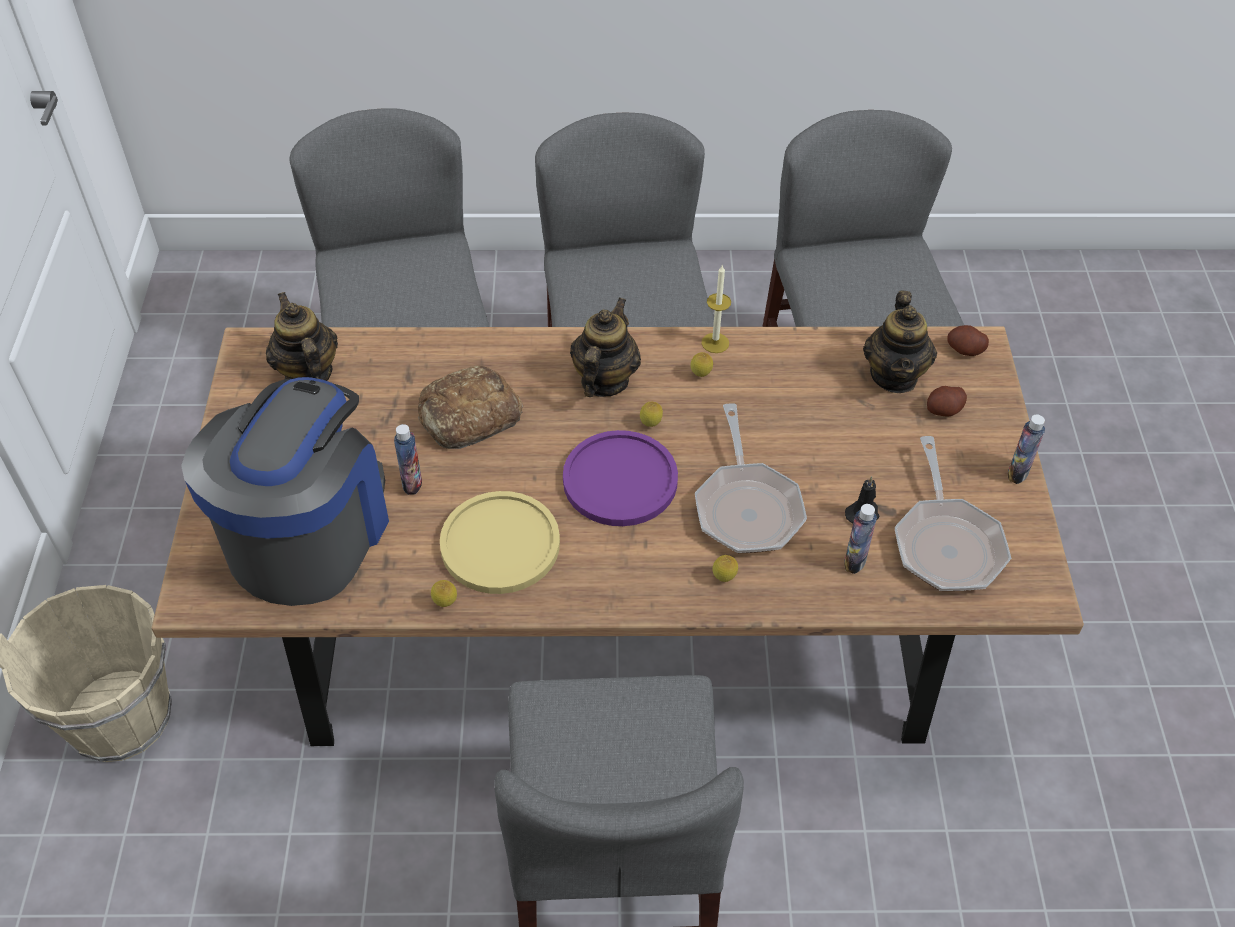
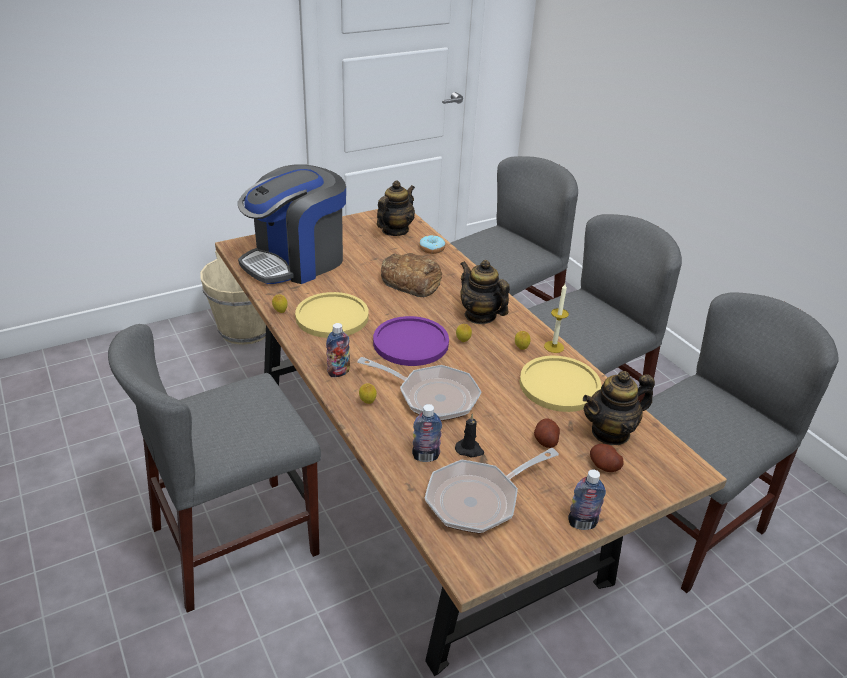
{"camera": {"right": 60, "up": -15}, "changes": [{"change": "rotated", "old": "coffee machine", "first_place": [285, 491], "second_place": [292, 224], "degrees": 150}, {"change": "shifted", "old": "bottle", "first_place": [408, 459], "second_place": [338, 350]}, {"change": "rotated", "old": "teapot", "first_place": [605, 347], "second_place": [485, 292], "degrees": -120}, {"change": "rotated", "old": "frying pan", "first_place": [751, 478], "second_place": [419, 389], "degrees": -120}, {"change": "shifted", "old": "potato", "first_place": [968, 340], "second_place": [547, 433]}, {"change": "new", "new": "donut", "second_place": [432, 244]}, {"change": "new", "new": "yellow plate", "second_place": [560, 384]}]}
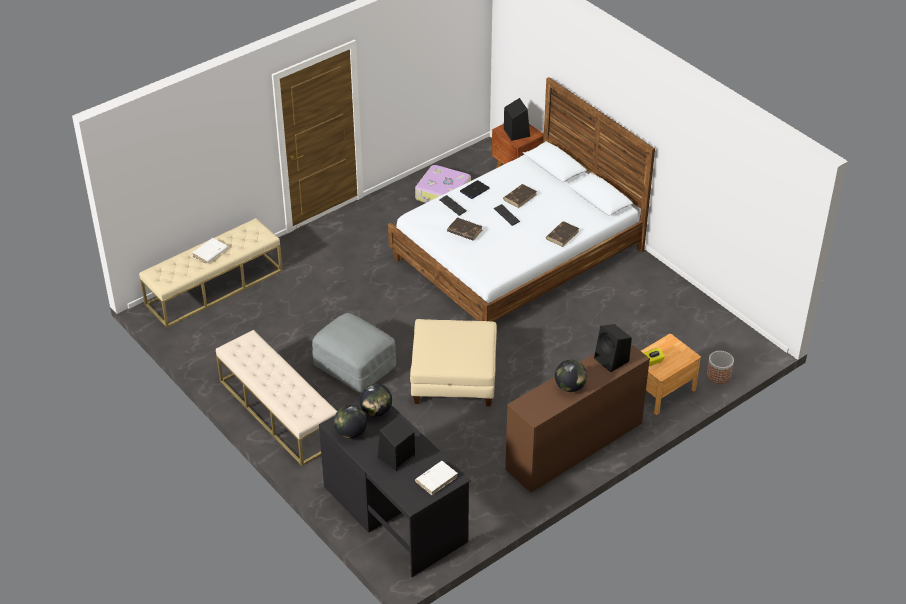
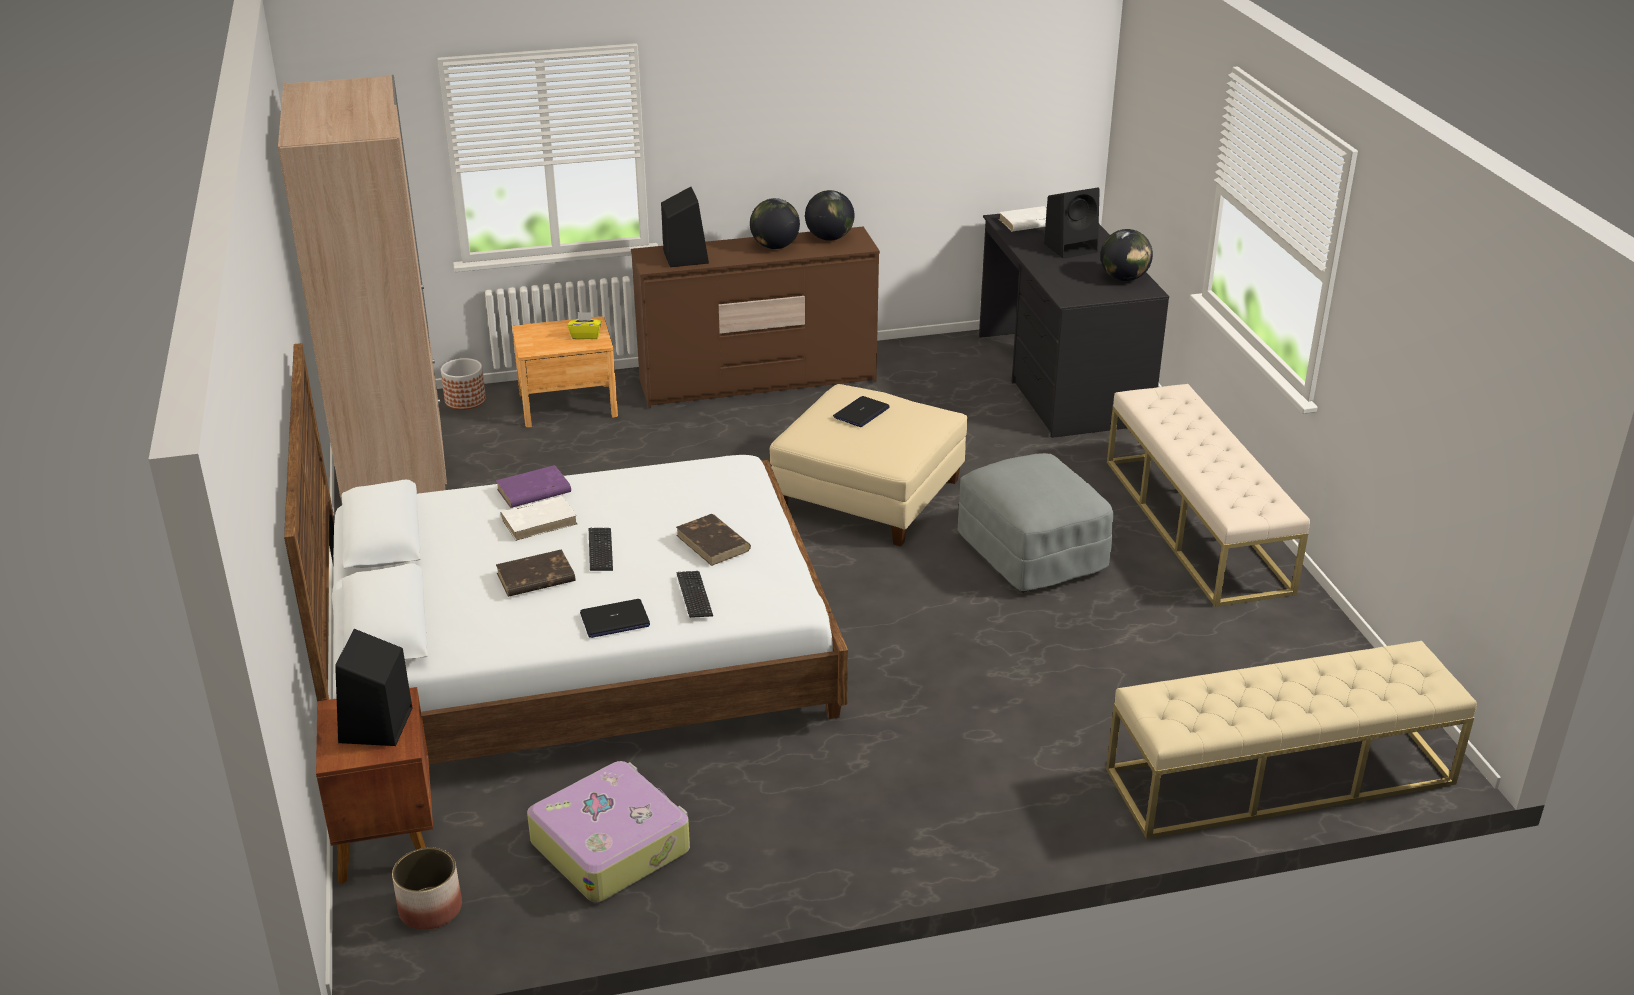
{"camera": {"right": -155, "up": -10}, "changes": [{"change": "shifted", "old": "white book", "first_place": [210, 251], "second_place": [538, 518]}, {"change": "shifted", "old": "globe", "first_place": [375, 400], "second_place": [830, 215]}, {"change": "repainted", "old": "brown book", "new": "purple book", "first_place": [562, 234], "second_place": [533, 486]}, {"change": "new", "new": "beige wardrobe", "second_place": [362, 289]}, {"change": "new", "new": "planter", "second_place": [427, 888]}, {"change": "new", "new": "laptop", "second_place": [861, 411]}]}
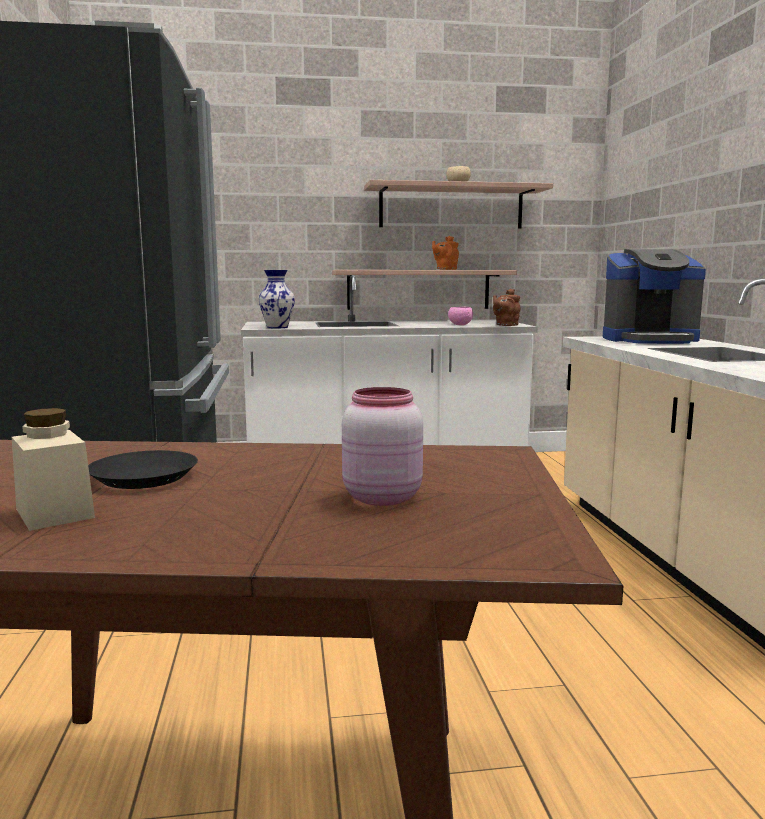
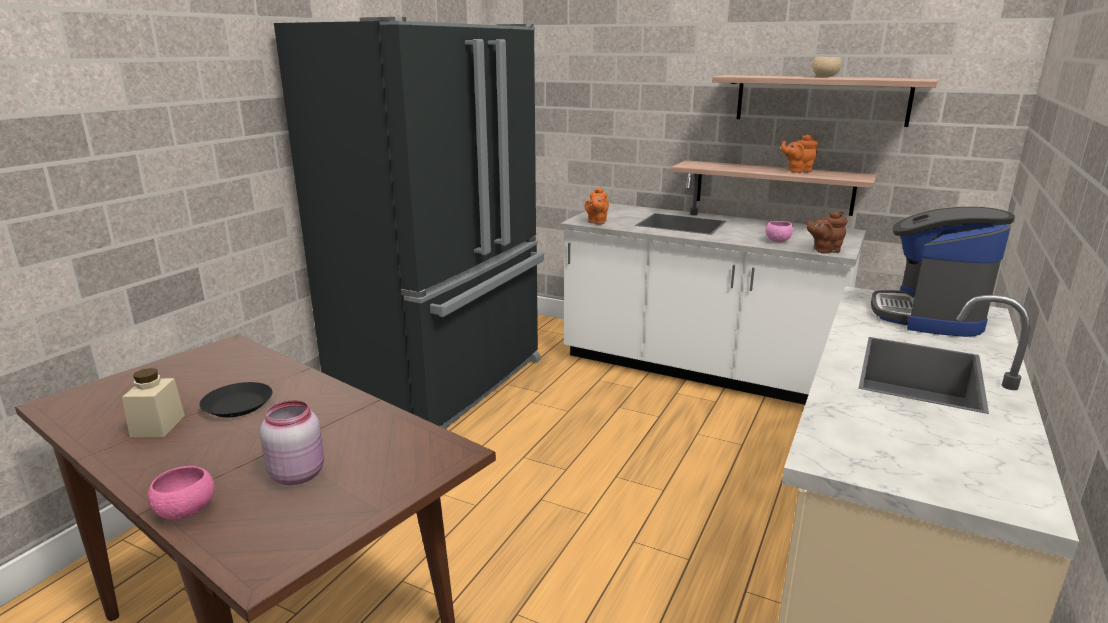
{"camera": {"right": 35, "up": 10}, "changes": [{"change": "swapped", "old": "vase", "new": "orange teapot", "first_place": [276, 299], "second_place": [597, 206]}, {"change": "rotated", "old": "coffee machine", "first_place": [654, 296], "second_place": [943, 272], "degrees": 75}, {"change": "new", "new": "pink bowl", "second_place": [181, 493]}]}
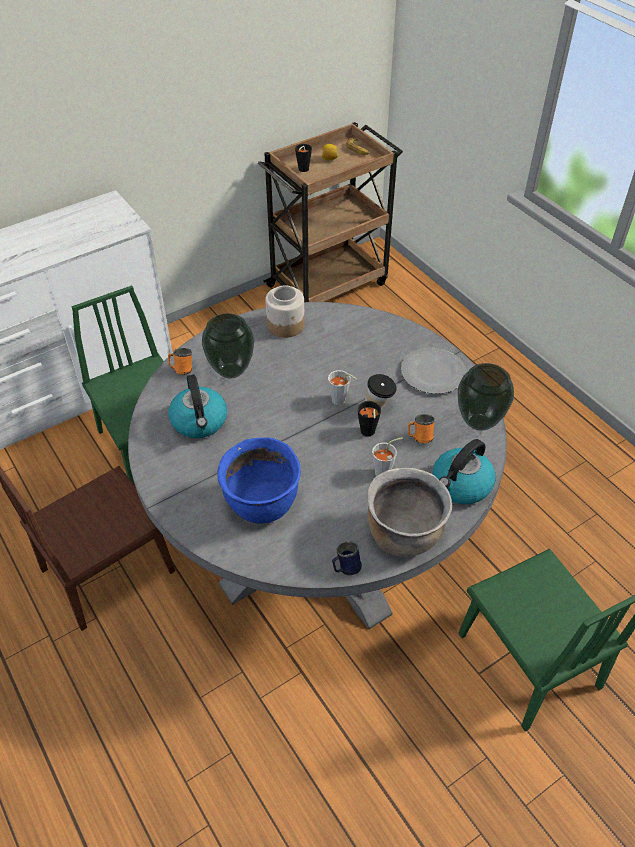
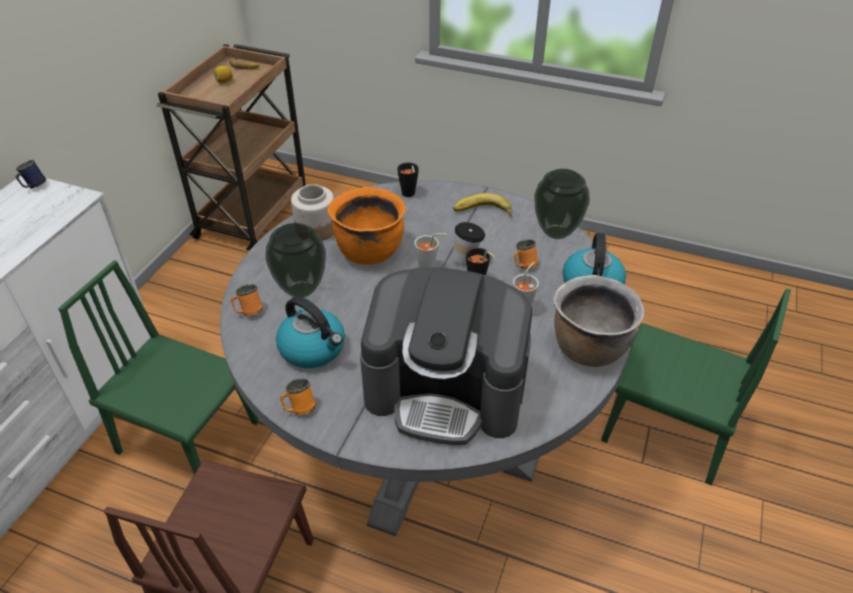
{"camera": {"right": -35, "up": -5}, "changes": [{"change": "swapped", "old": "blue cooking pot", "new": "coffee machine", "first_place": [259, 481], "second_place": [446, 356]}, {"change": "shifted", "old": "black cup", "first_place": [303, 158], "second_place": [408, 179]}, {"change": "shifted", "old": "blue mug", "first_place": [347, 558], "second_place": [30, 174]}, {"change": "swapped", "old": "plate", "new": "banana", "first_place": [433, 371], "second_place": [482, 205]}, {"change": "new", "new": "orange mug", "second_place": [297, 396]}, {"change": "new", "new": "orange cooking pot", "second_place": [366, 226]}]}
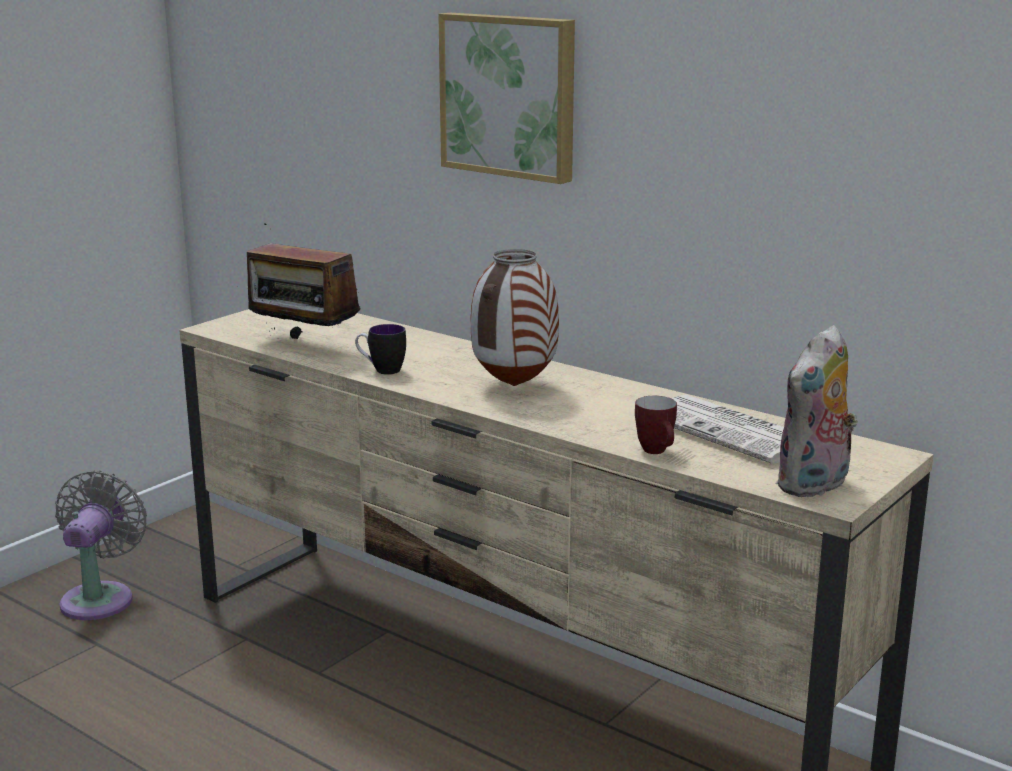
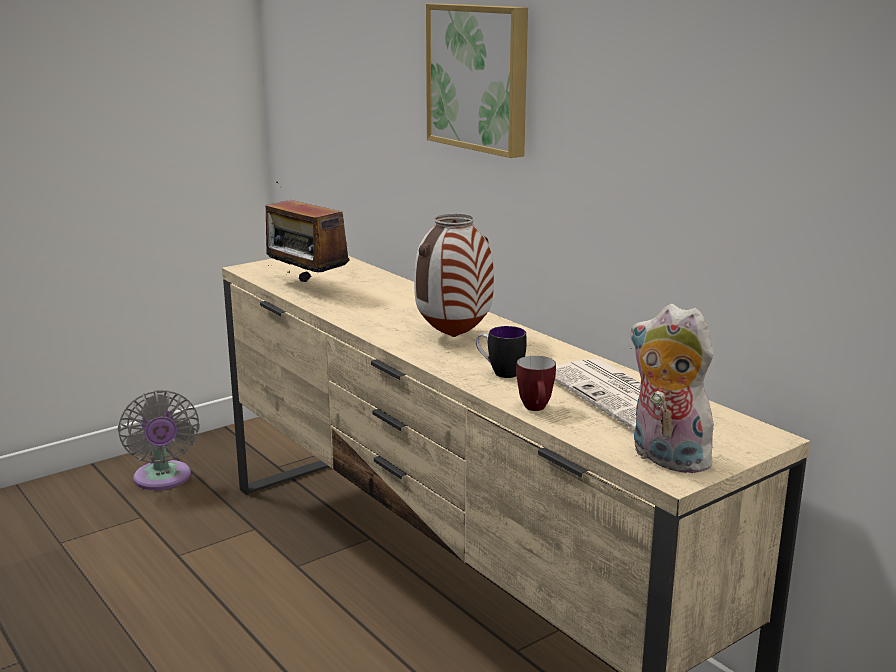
{"camera": {"right": 15, "up": 0}, "changes": [{"change": "rotated", "old": "grey fan", "first_place": [101, 545], "second_place": [159, 440], "degrees": 135}, {"change": "shifted", "old": "mug", "first_place": [380, 349], "second_place": [501, 352]}, {"change": "rotated", "old": "plush toy", "first_place": [816, 411], "second_place": [674, 388], "degrees": 75}]}
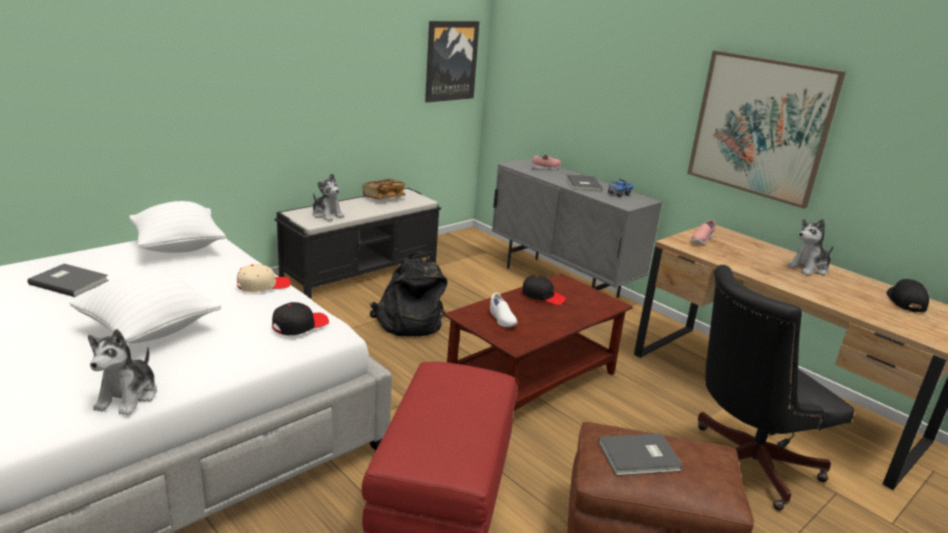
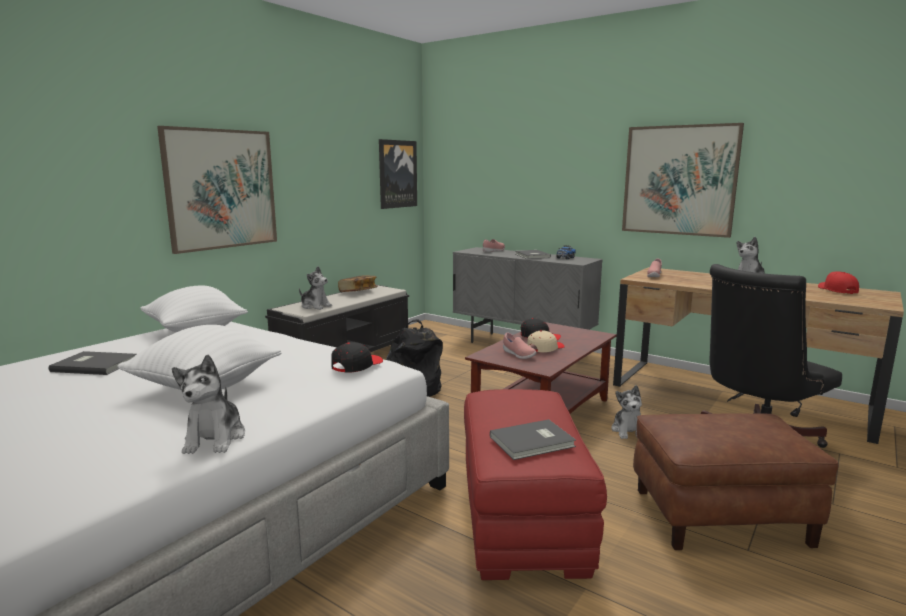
{"camera": {"right": -10, "up": -10}, "changes": [{"change": "shifted", "old": "beige cap", "first_place": [264, 278], "second_place": [546, 341]}, {"change": "repainted", "old": "white shoe", "new": "pink shoe", "first_place": [504, 310], "second_place": [519, 345]}, {"change": "shifted", "old": "grey book", "first_place": [641, 454], "second_place": [533, 439]}, {"change": "repainted", "old": "black cap", "new": "red cap", "first_place": [908, 295], "second_place": [838, 283]}, {"change": "new", "new": "picture", "second_place": [217, 190]}, {"change": "new", "new": "plush toy", "second_place": [626, 412]}]}
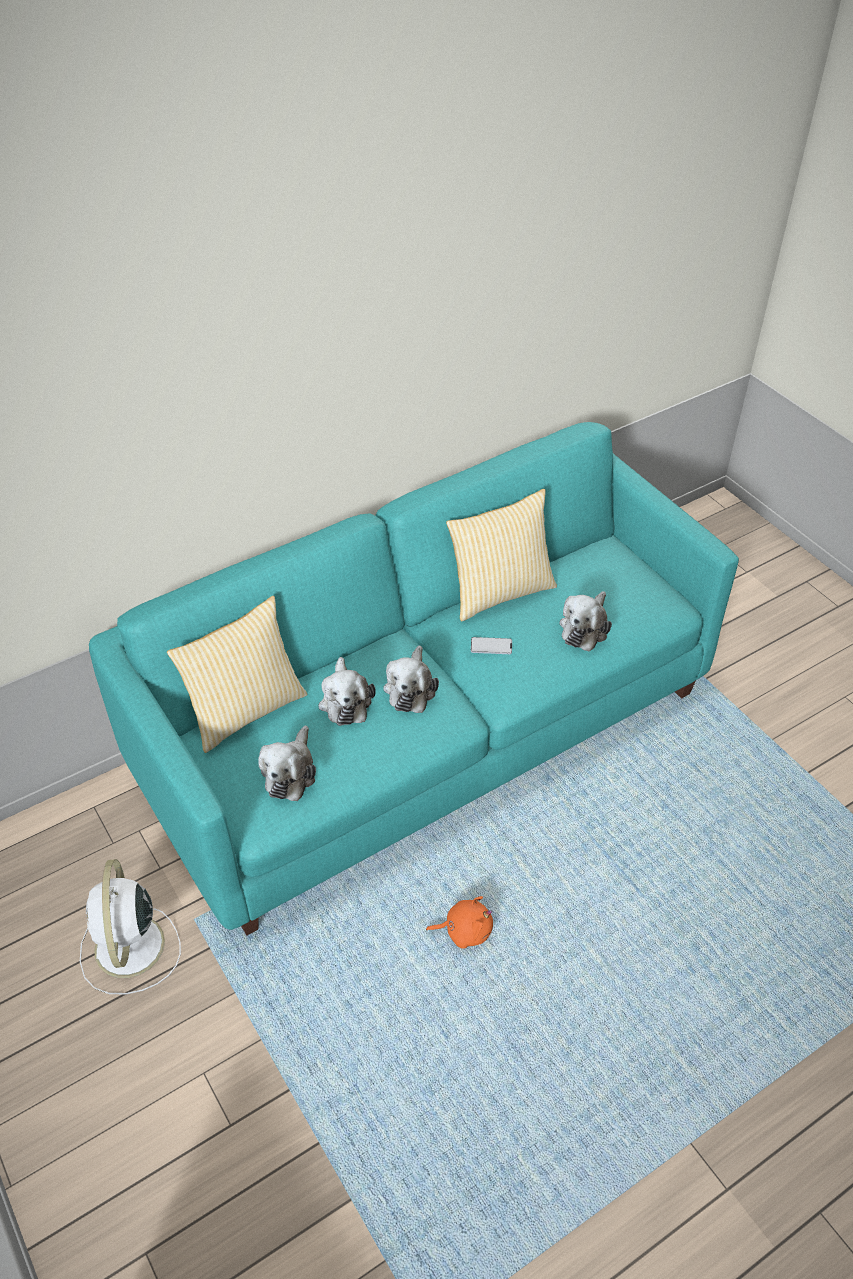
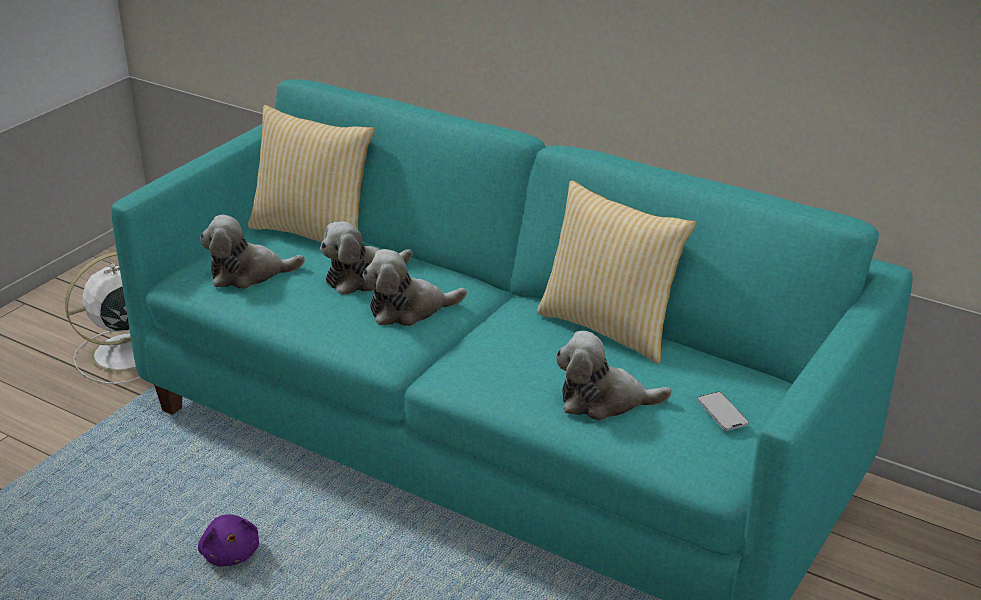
{"camera": {"right": 65, "up": -15}, "changes": [{"change": "repainted", "old": "orange plush toy", "new": "purple plush toy", "first_place": [459, 922], "second_place": [228, 540]}, {"change": "shifted", "old": "phone", "first_place": [491, 645], "second_place": [723, 411]}]}
